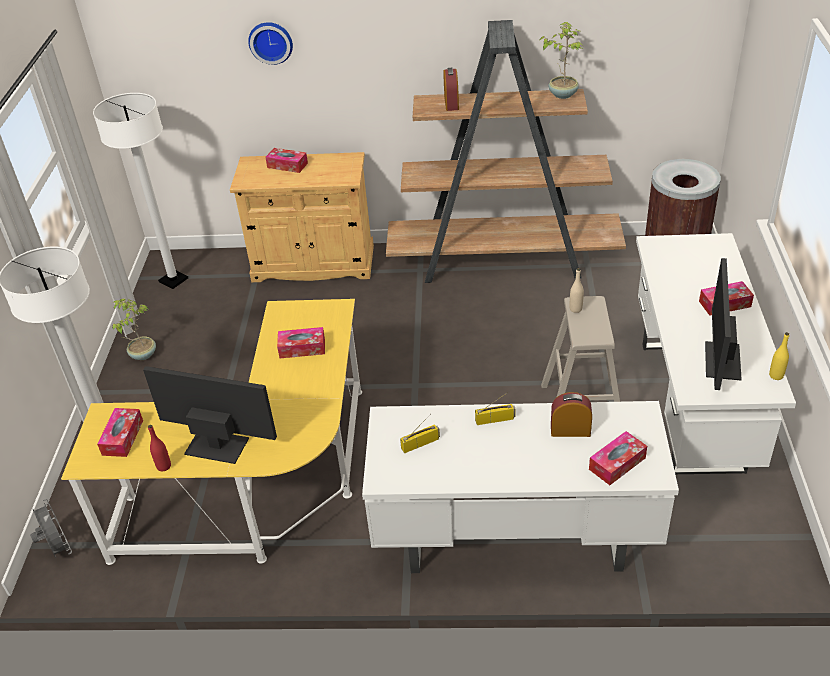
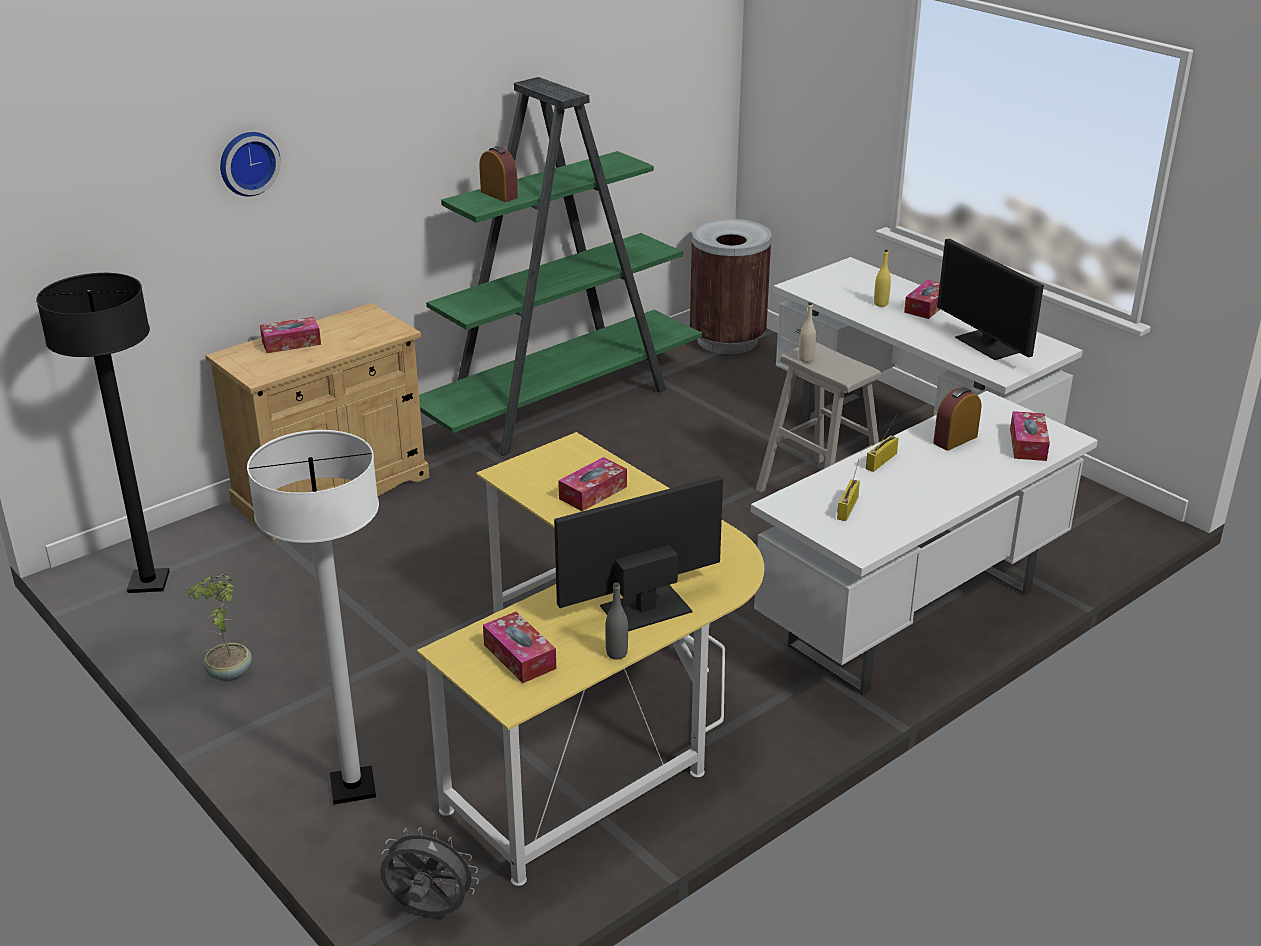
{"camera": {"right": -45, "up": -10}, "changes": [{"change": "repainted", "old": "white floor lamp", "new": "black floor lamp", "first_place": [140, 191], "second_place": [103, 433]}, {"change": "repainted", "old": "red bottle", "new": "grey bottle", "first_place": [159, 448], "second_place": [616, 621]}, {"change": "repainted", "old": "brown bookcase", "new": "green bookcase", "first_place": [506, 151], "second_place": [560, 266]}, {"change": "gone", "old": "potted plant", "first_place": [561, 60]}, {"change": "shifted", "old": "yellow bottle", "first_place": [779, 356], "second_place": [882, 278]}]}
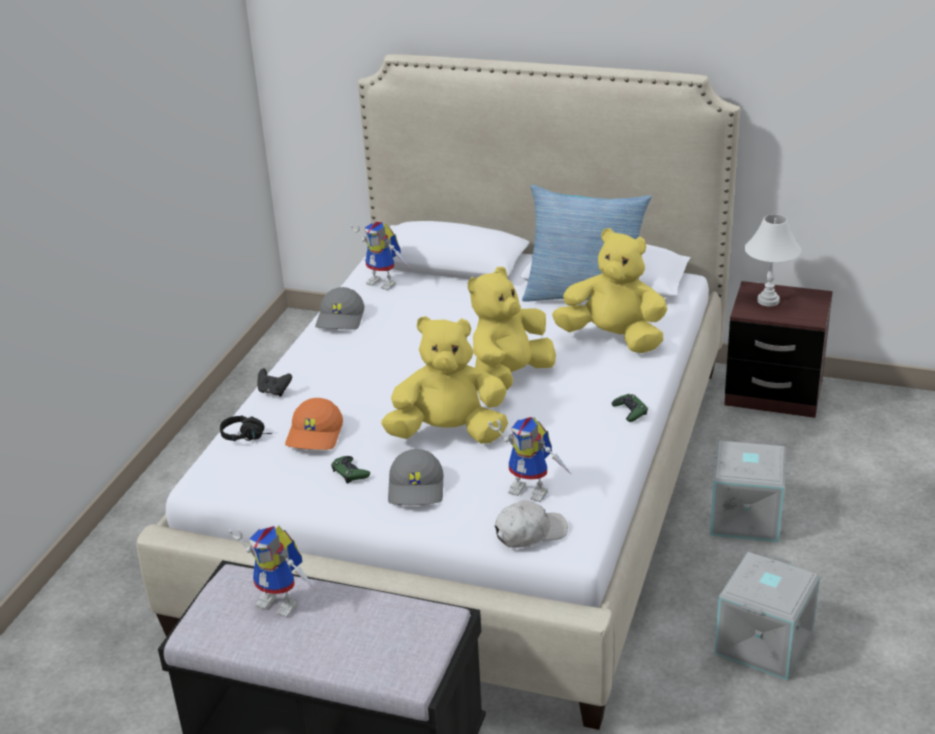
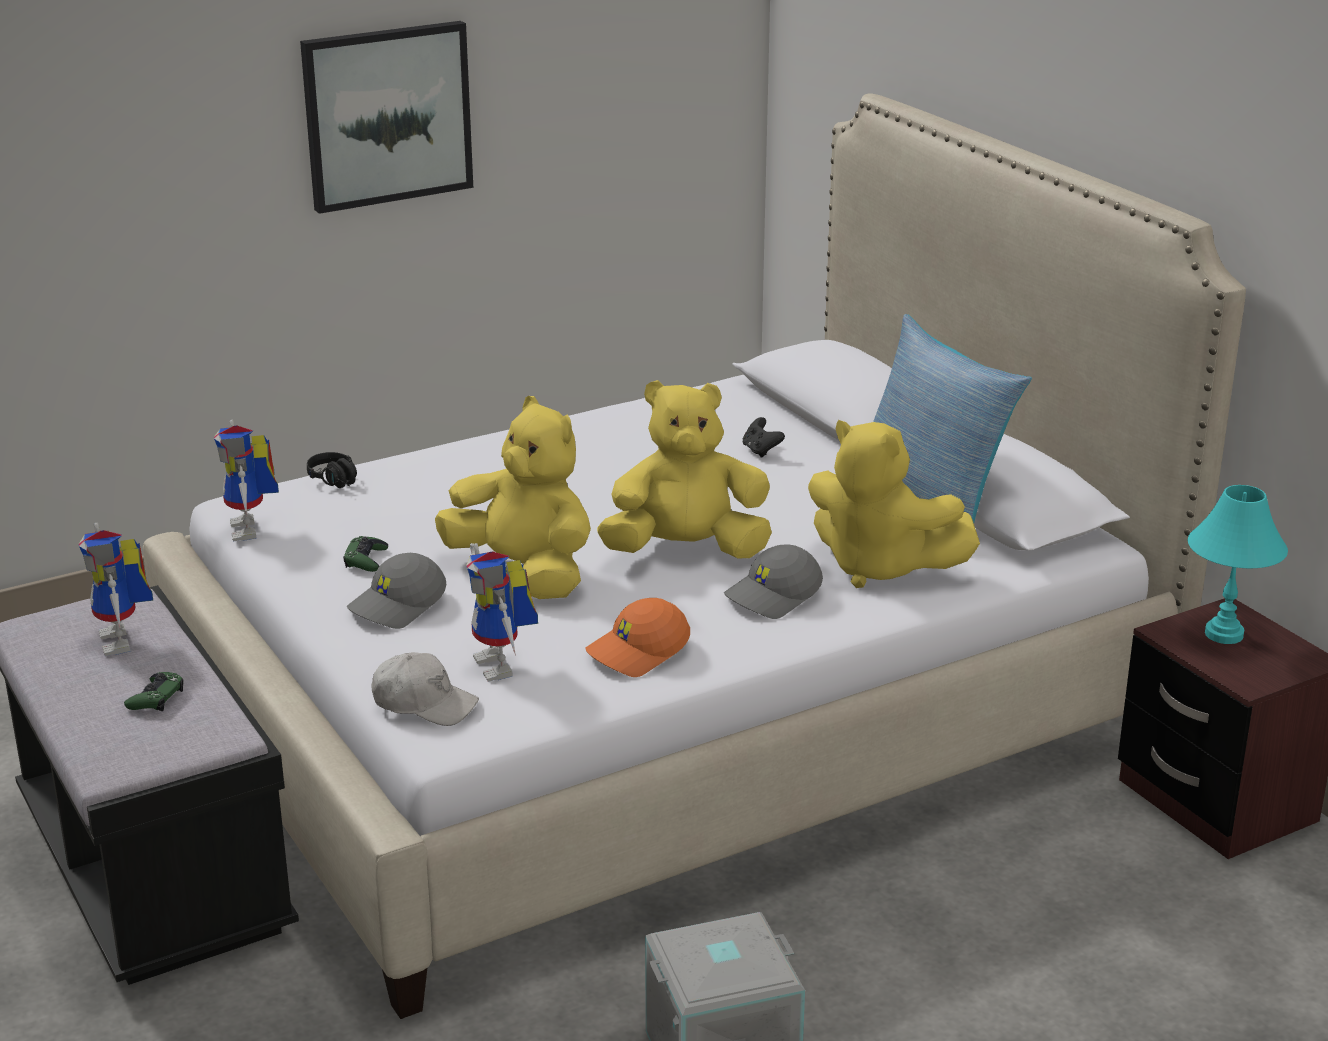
{"camera": {"right": 40, "up": -5}, "changes": [{"change": "shifted", "old": "black game controller", "first_place": [275, 382], "second_place": [763, 437]}, {"change": "shifted", "old": "orange cap", "first_place": [314, 424], "second_place": [637, 637]}, {"change": "shifted", "old": "grey cap", "first_place": [340, 308], "second_place": [773, 582]}, {"change": "shifted", "old": "toy robot", "first_place": [379, 256], "second_place": [246, 481]}, {"change": "rotated", "old": "yellow plush toy", "first_place": [609, 290], "second_place": [894, 504], "degrees": 150}, {"change": "shifted", "old": "green game controller", "first_place": [630, 408], "second_place": [154, 691]}, {"change": "gone", "old": "grey storage box", "first_place": [750, 491]}, {"change": "repainted", "old": "white table lamp", "new": "turquoise table lamp", "first_place": [773, 260], "second_place": [1238, 564]}, {"change": "new", "new": "picture", "second_place": [386, 117]}]}
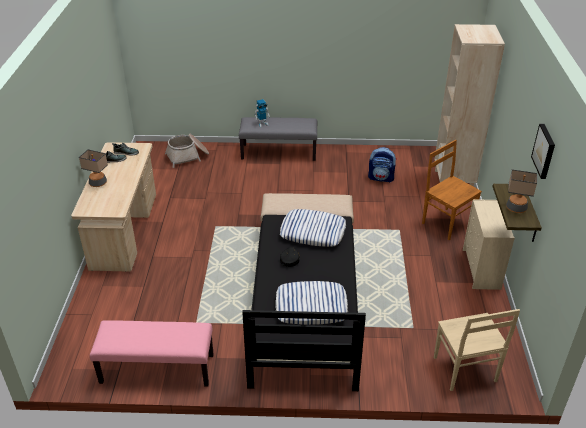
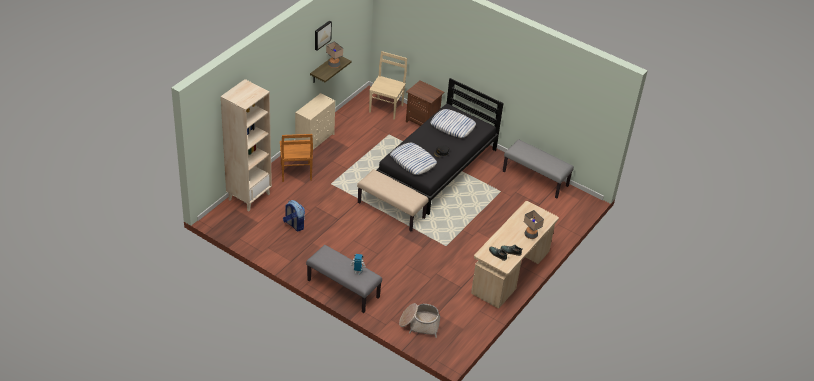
{"camera": {"right": -150, "up": 5}, "changes": [{"change": "repainted", "old": "pink bench", "new": "grey bench", "first_place": [152, 353], "second_place": [538, 168]}, {"change": "new", "new": "brown nightstand", "second_place": [425, 103]}]}
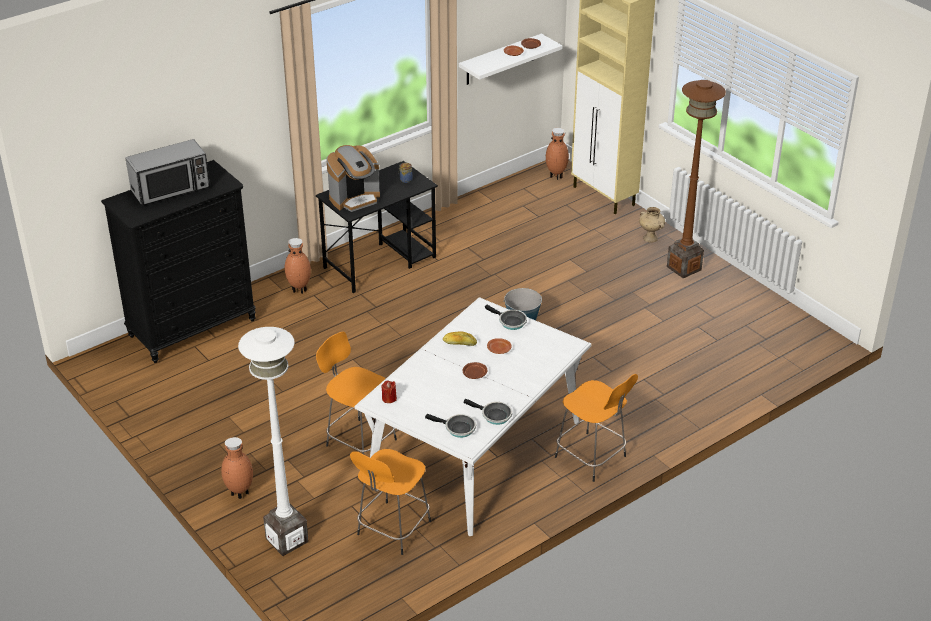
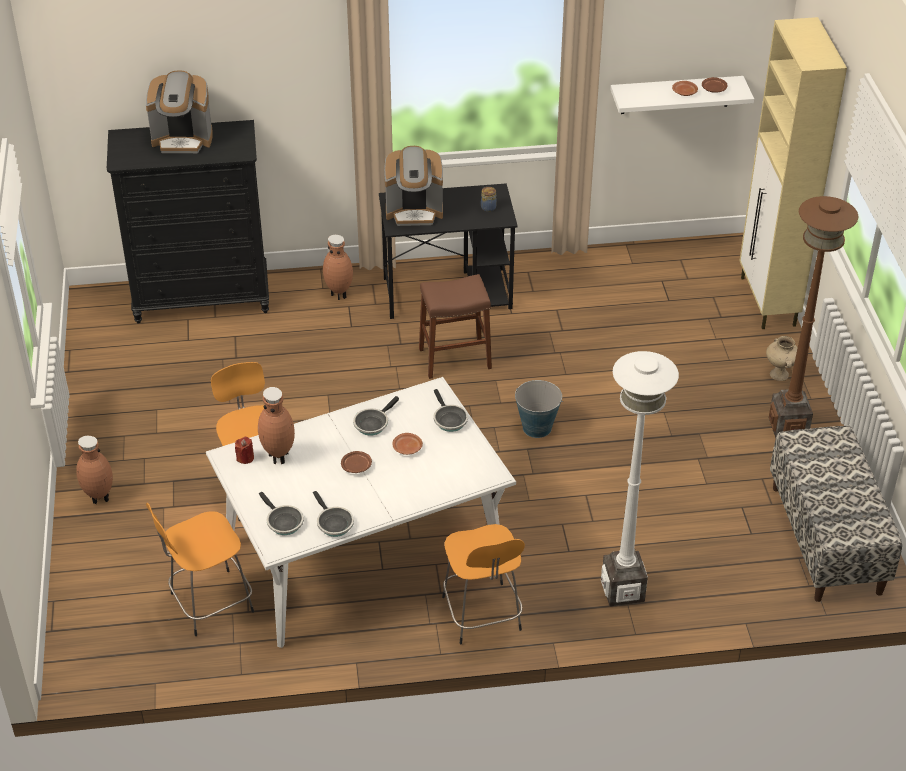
{"camera": {"right": 30, "up": 5}, "changes": [{"change": "swapped", "old": "microwave", "new": "coffee machine", "first_place": [168, 172], "second_place": [179, 111]}, {"change": "shifted", "old": "white floor lamp", "first_place": [273, 441], "second_place": [640, 478]}, {"change": "swapped", "old": "bread", "new": "frying pan", "first_place": [460, 338], "second_place": [376, 416]}, {"change": "shifted", "old": "brown vase", "first_place": [557, 154], "second_place": [276, 425]}, {"change": "new", "new": "brown stool", "second_place": [455, 326]}, {"change": "new", "new": "bench", "second_place": [836, 514]}]}
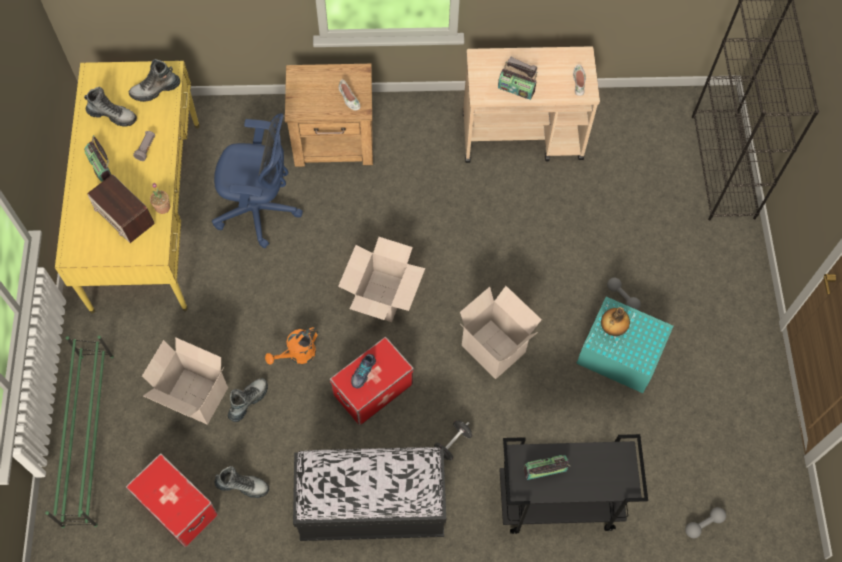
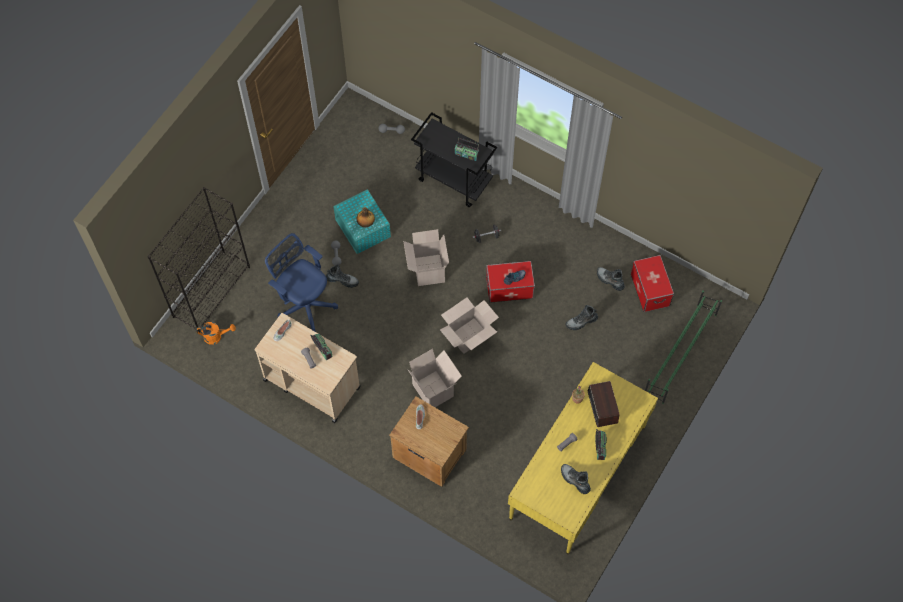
{"camera": {"right": -145, "up": 0}, "changes": [{"change": "shifted", "old": "boot", "first_place": [154, 80], "second_place": [342, 276]}, {"change": "shifted", "old": "cardboard box", "first_place": [185, 380], "second_place": [435, 378]}, {"change": "shifted", "old": "blue office chair", "first_place": [257, 180], "second_place": [301, 282]}, {"change": "shifted", "old": "orange watering can", "first_place": [291, 346], "second_place": [216, 333]}, {"change": "gone", "old": "black bench", "first_place": [369, 494]}]}
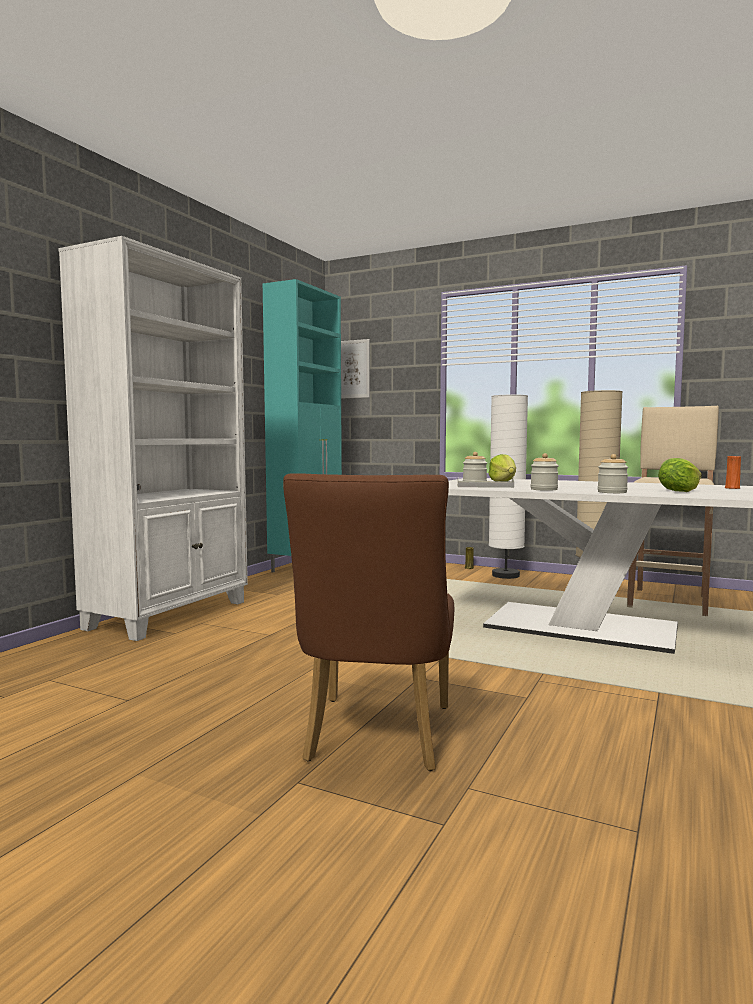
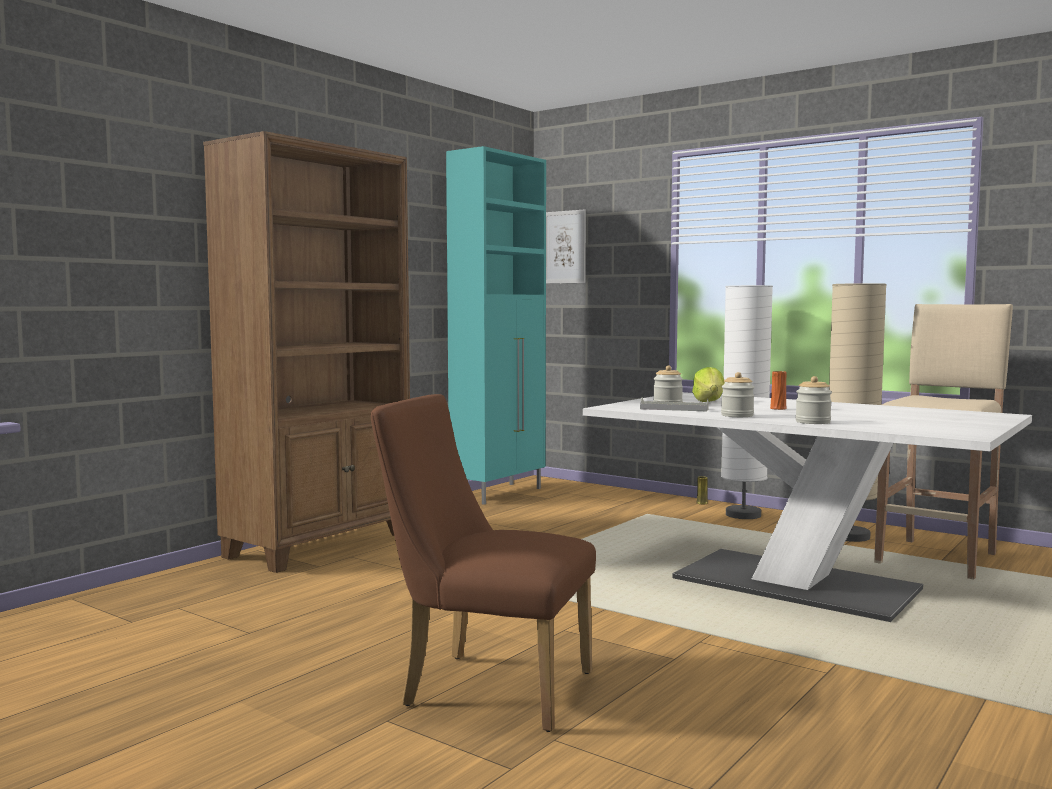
{"camera": {"right": 10, "up": 0}, "changes": [{"change": "repainted", "old": "white bookcase", "new": "brown bookcase", "first_place": [153, 438], "second_place": [306, 352]}, {"change": "rotated", "old": "brown chair", "first_place": [368, 622], "second_place": [483, 563], "degrees": 90}, {"change": "gone", "old": "lettuce", "first_place": [680, 475]}, {"change": "shifted", "old": "orange vase", "first_place": [733, 472], "second_place": [778, 390]}]}
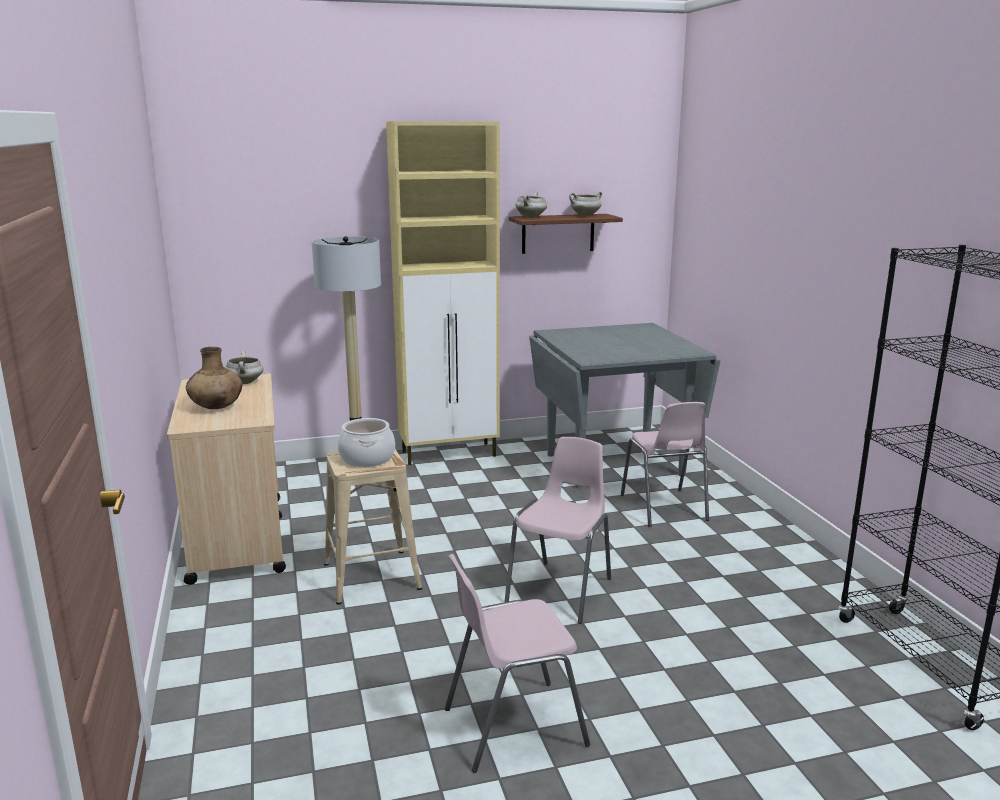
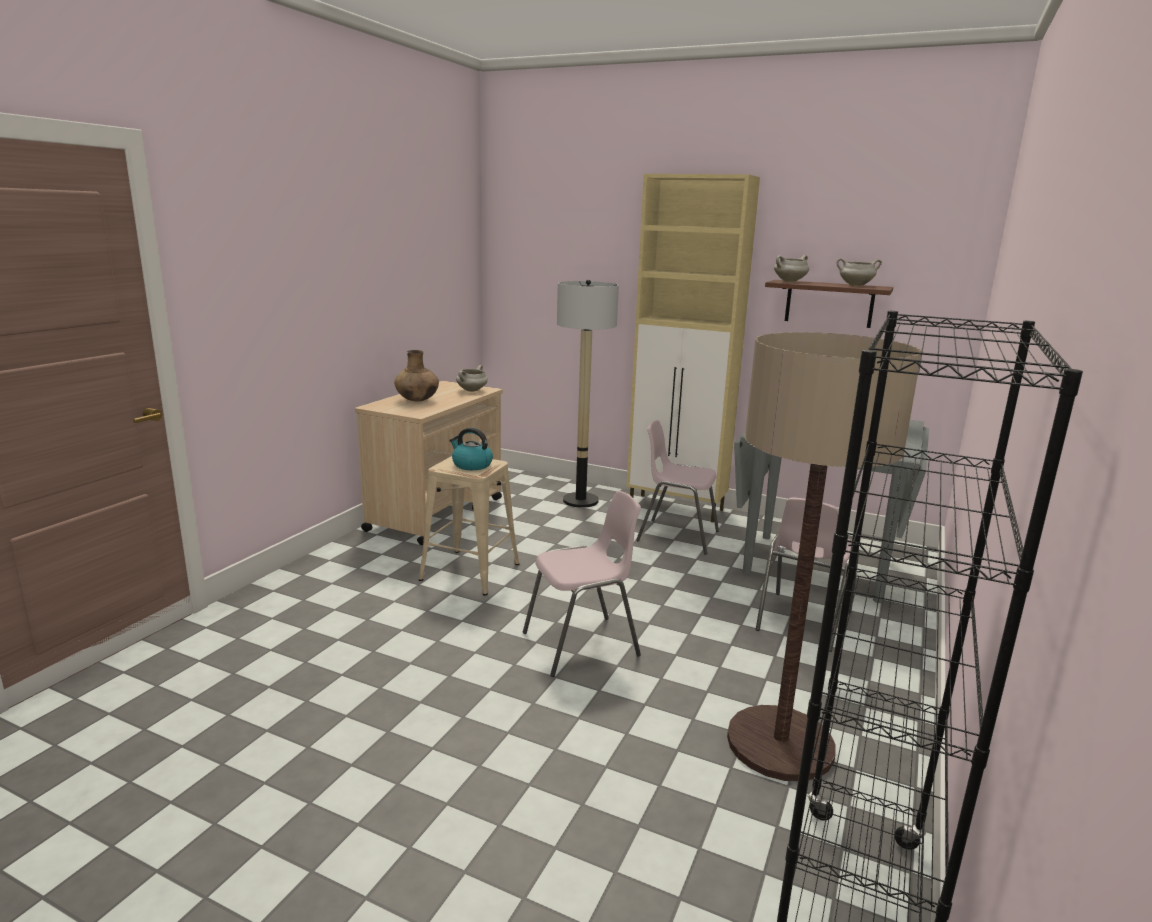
{"camera": {"right": 40, "up": 0}, "changes": [{"change": "swapped", "old": "cooking pot", "new": "kettle", "first_place": [366, 442], "second_place": [471, 449]}, {"change": "shifted", "old": "pink chair", "first_place": [517, 663], "second_place": [677, 487]}, {"change": "new", "new": "floor lamp", "second_place": [824, 557]}]}
